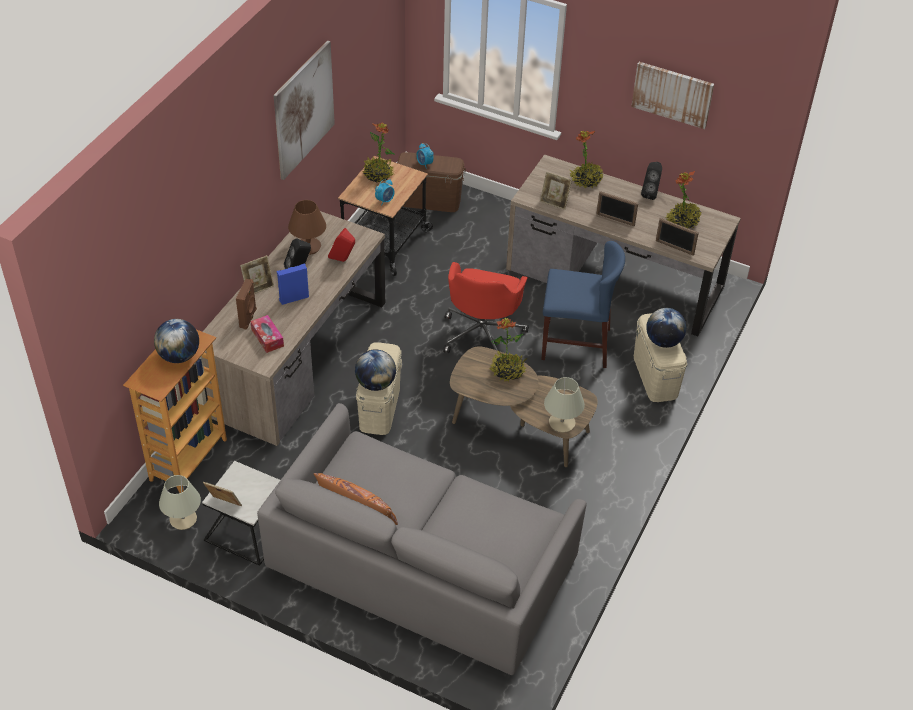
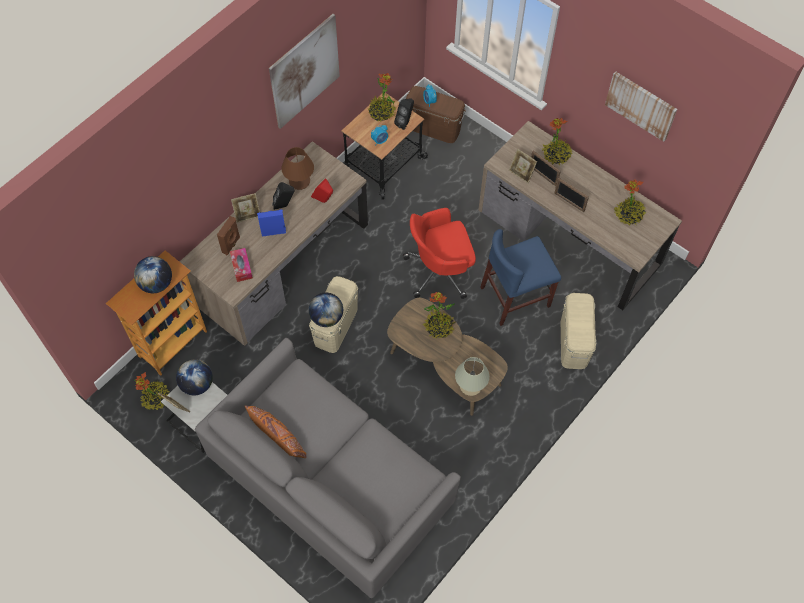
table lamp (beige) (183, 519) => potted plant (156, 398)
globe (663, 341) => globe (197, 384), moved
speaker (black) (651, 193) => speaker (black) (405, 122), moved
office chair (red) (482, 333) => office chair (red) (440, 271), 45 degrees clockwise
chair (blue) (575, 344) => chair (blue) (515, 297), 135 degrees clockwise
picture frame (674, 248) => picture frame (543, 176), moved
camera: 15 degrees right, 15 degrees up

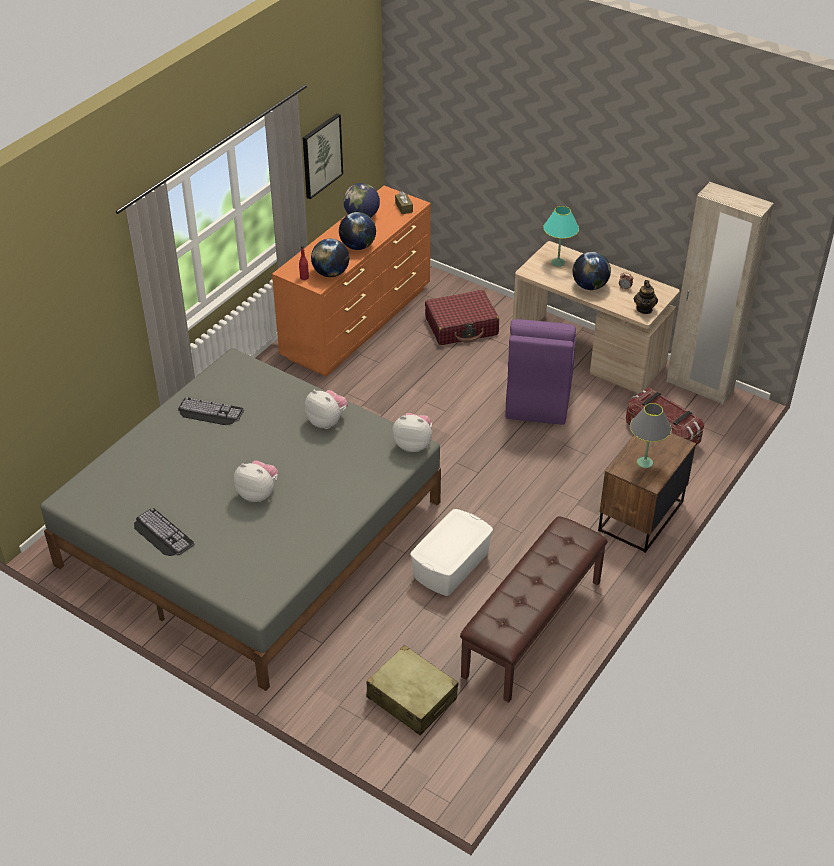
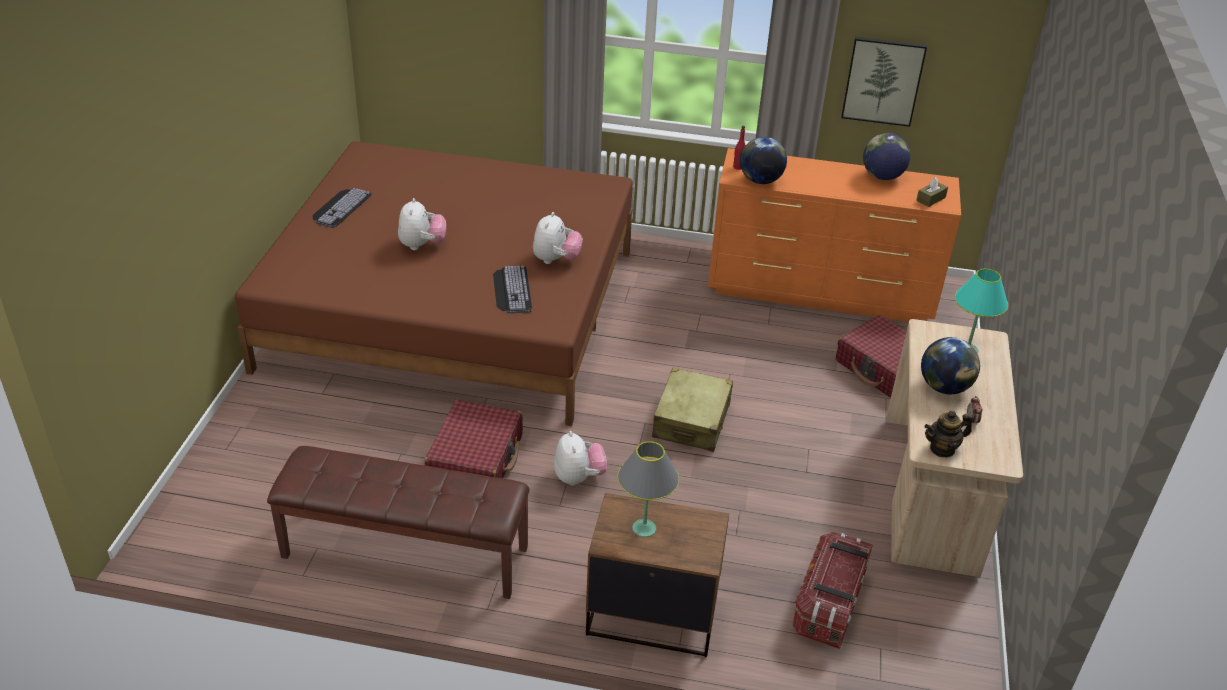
bed (grey) (251, 532) => bed (brown) (453, 307)
storage box (white) (450, 565) => suitcase (red) (476, 458)
keyboard (209, 412) => keyboard (511, 289), moved
plush toy (413, 444) => plush toy (578, 477), moved
suitcase (beige) (411, 698) => suitcase (beige) (691, 420), moved
globe (358, 246) => nothing
chair (purple) (537, 398) => nothing
wardrobe (beige) (699, 386) => nothing
camera: 65 degrees right, 5 degrees down

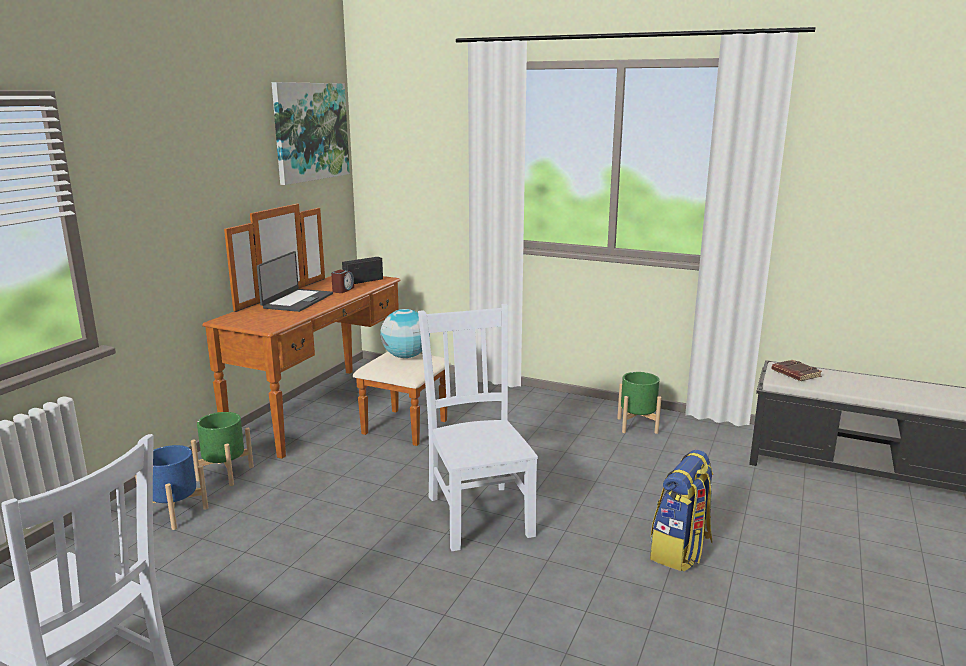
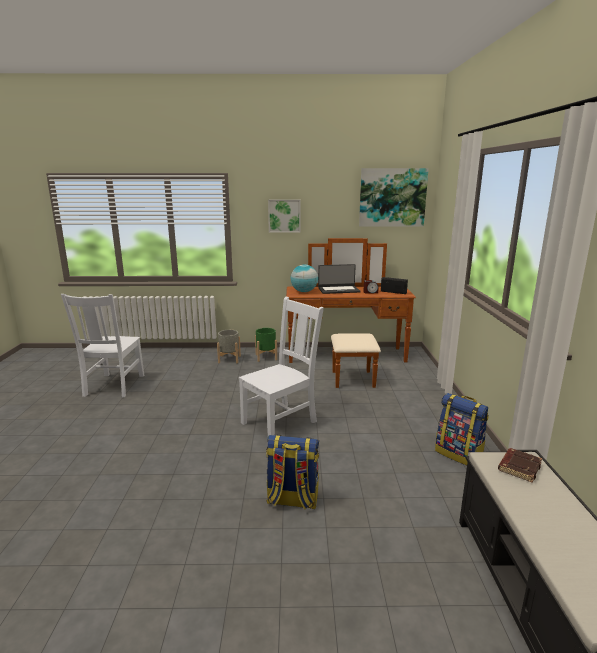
planter (blue) (175, 513) => planter (grey) (229, 359)
nothing => picture (284, 216)
globe (406, 356) => globe (304, 291), moved
planter (green) (637, 425) => backpack (459, 454)
camera: 65 degrees right, 0 degrees up

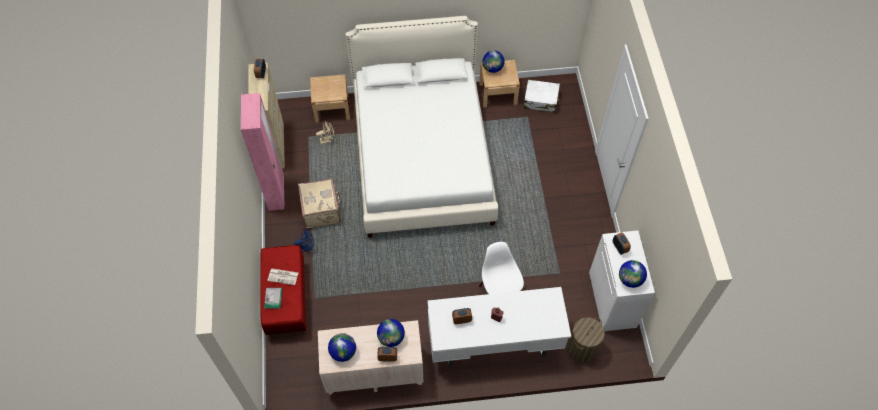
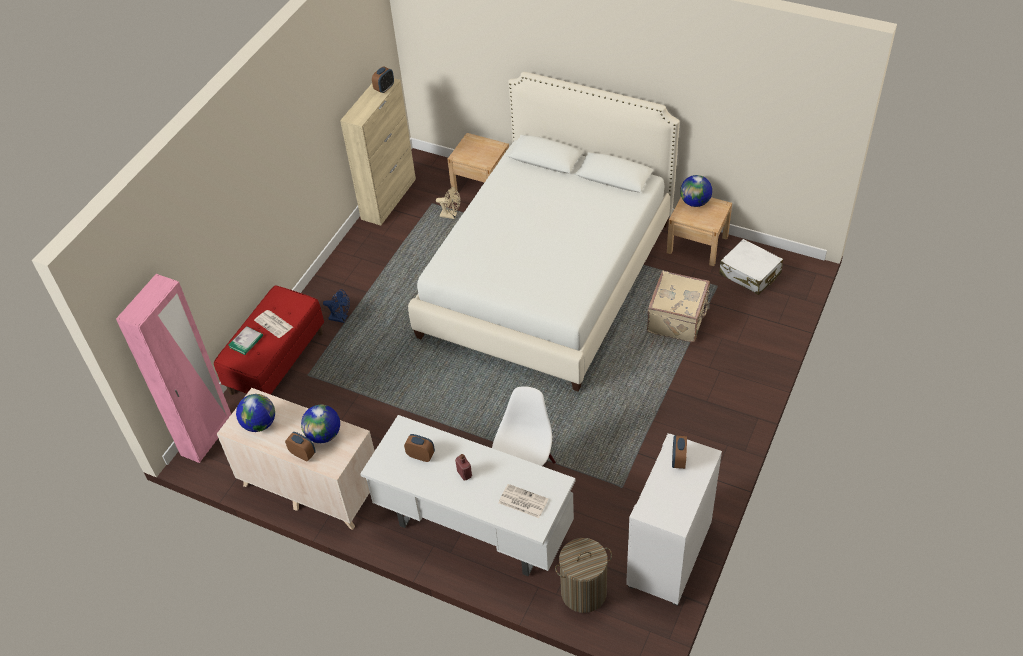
wardrobe (pink) (276, 193) => wardrobe (pink) (207, 437), moved
nothing => newspaper (522, 501)
suitcase (beige) (322, 210) => suitcase (beige) (678, 319), moved
globe (630, 280) => nothing
camera: 35 degrees right, 10 degrees down

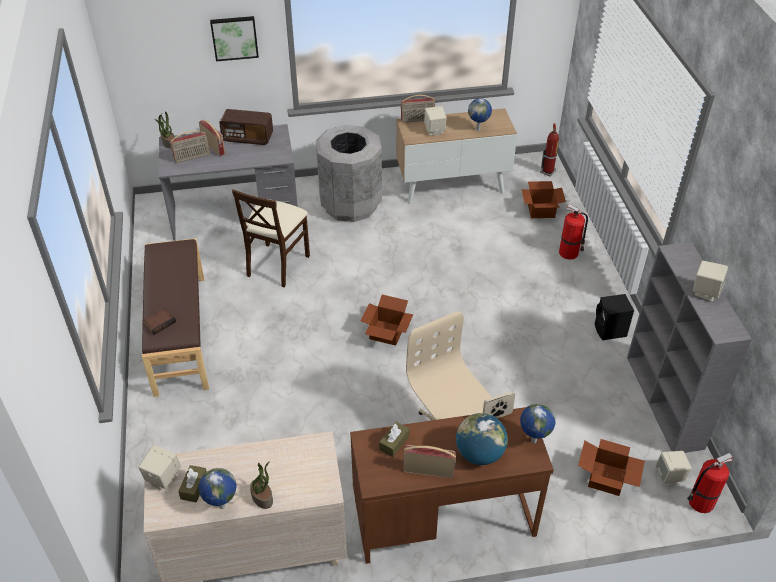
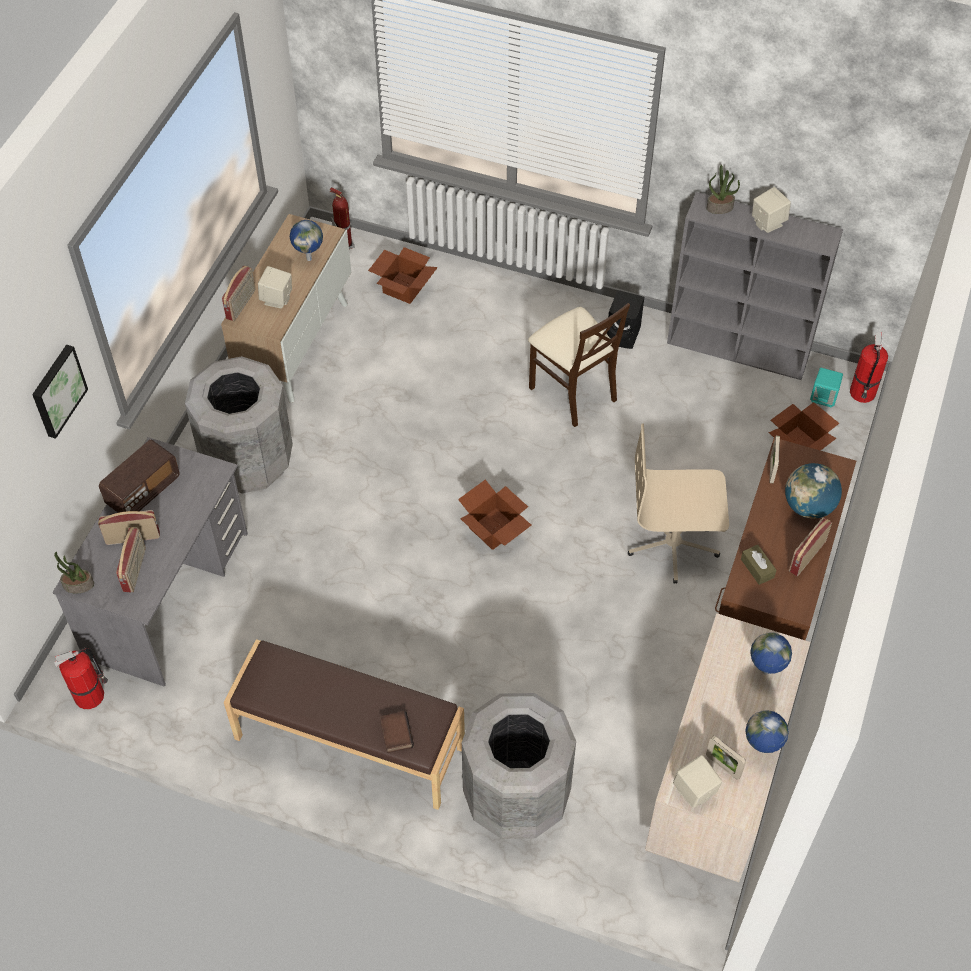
fire extinguisher (569, 253) => fire extinguisher (90, 695), moved
nothing => trash can (grey) (517, 797)
chair (beige) (277, 264) => chair (beige) (573, 392), moved
potted plant (262, 498) => potted plant (720, 207), moved
tissue box (brown) (194, 487) => picture frame (723, 766)
globe (533, 441) => globe (765, 672), moved
speaker (beige) (669, 476) => speaker (turquoise) (823, 397)
camera: 60 degrees left, 10 degrees up

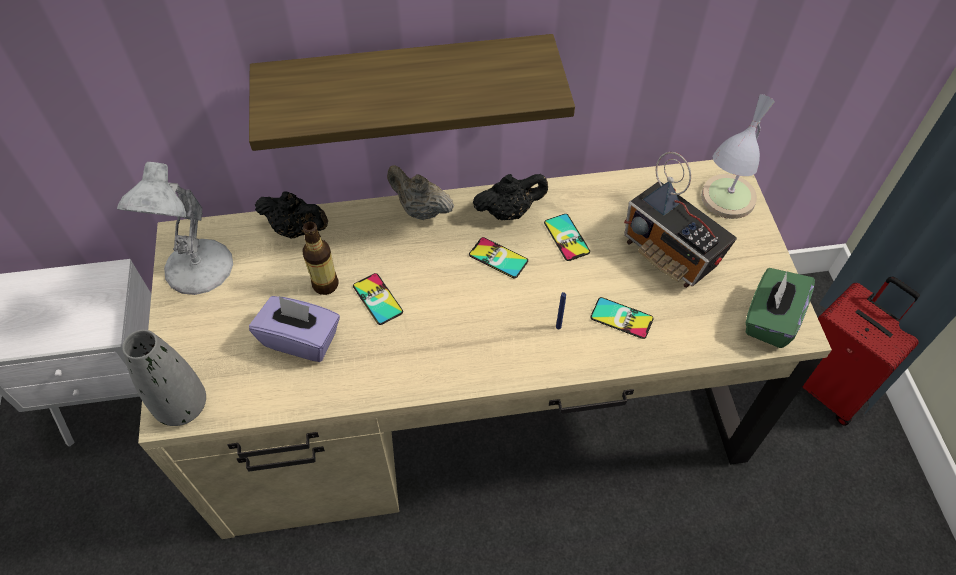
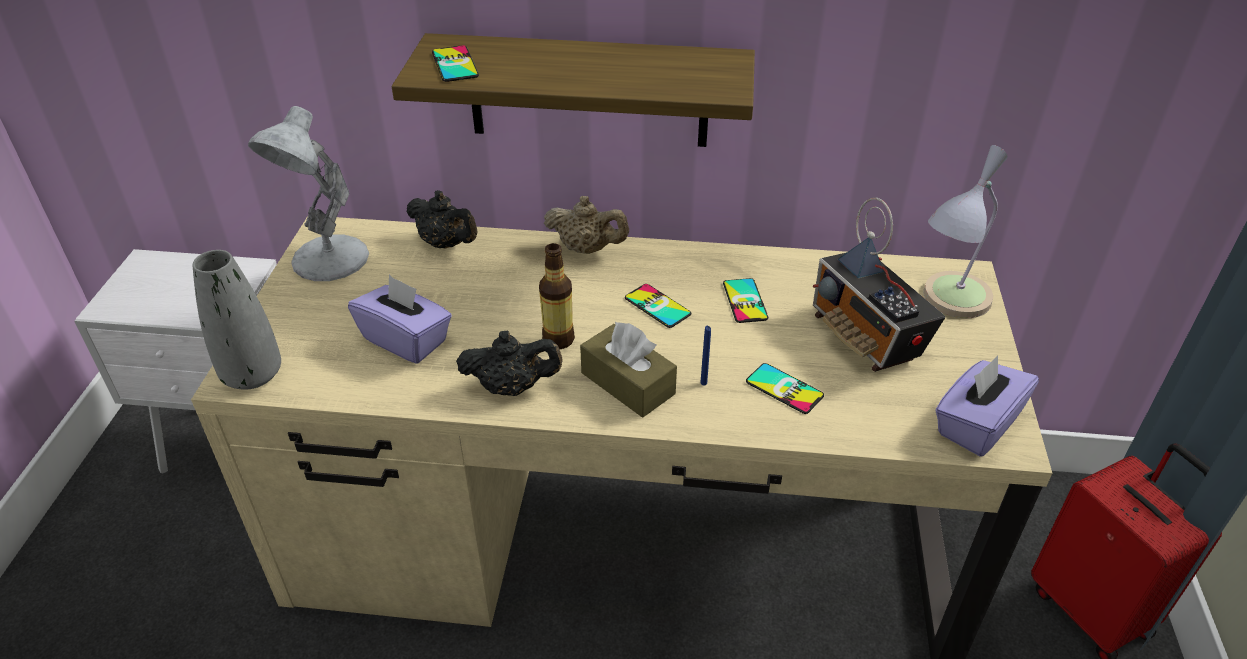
phone (377, 299) => phone (455, 64), moved
teapot (black) (509, 211) => teapot (black) (512, 387), moved
bottle (325, 284) => bottle (558, 339), moved
teapot (beige) (420, 210) => teapot (beige) (587, 249), 150 degrees clockwise
nothing => tissue box (brown) (627, 383)
tissue box (green) (770, 319) => tissue box (purple) (976, 425)
camera: 15 degrees right, 15 degrees down

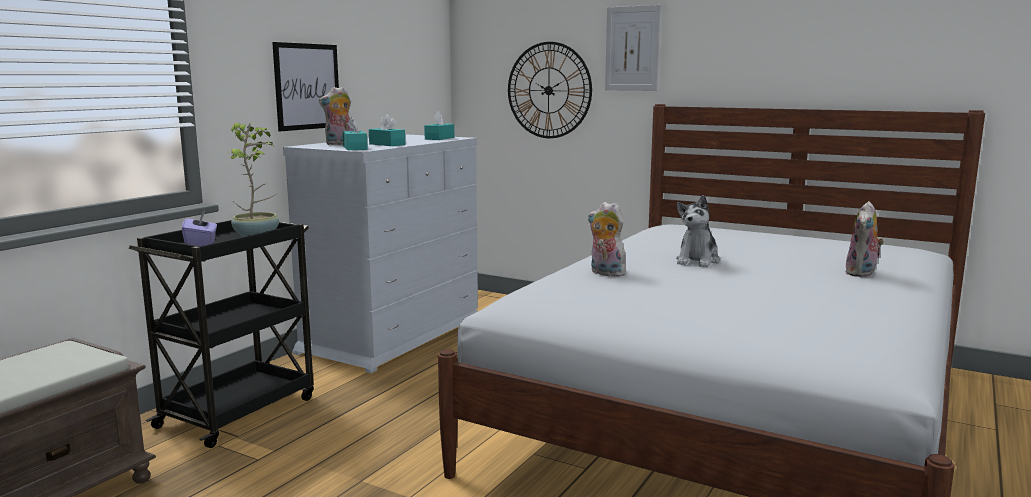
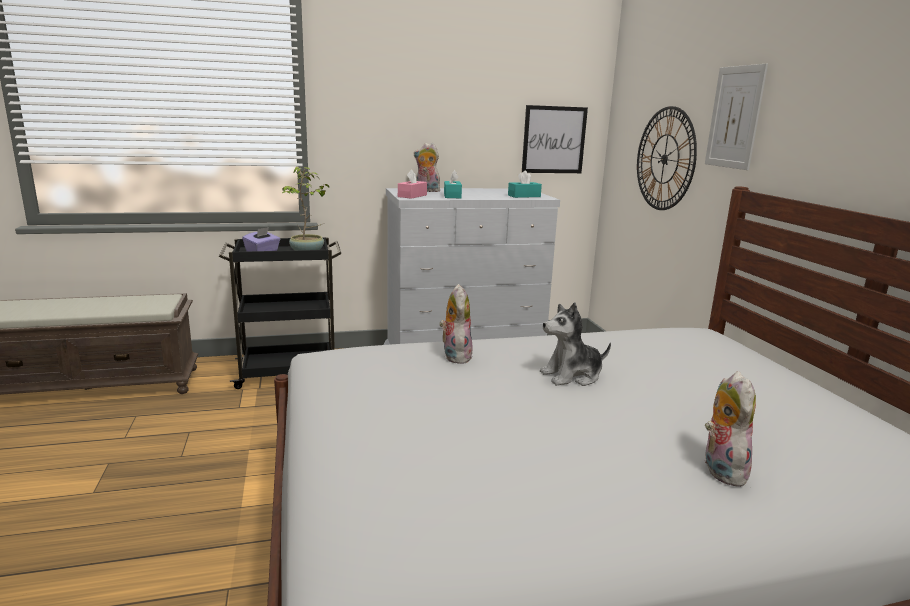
tissue box (turquoise) (355, 148) => tissue box (pink) (412, 196)
picture (307, 86) => picture (554, 140), moved
plush toy (862, 273) => plush toy (720, 469), 105 degrees clockwise
camera: 45 degrees right, 5 degrees up

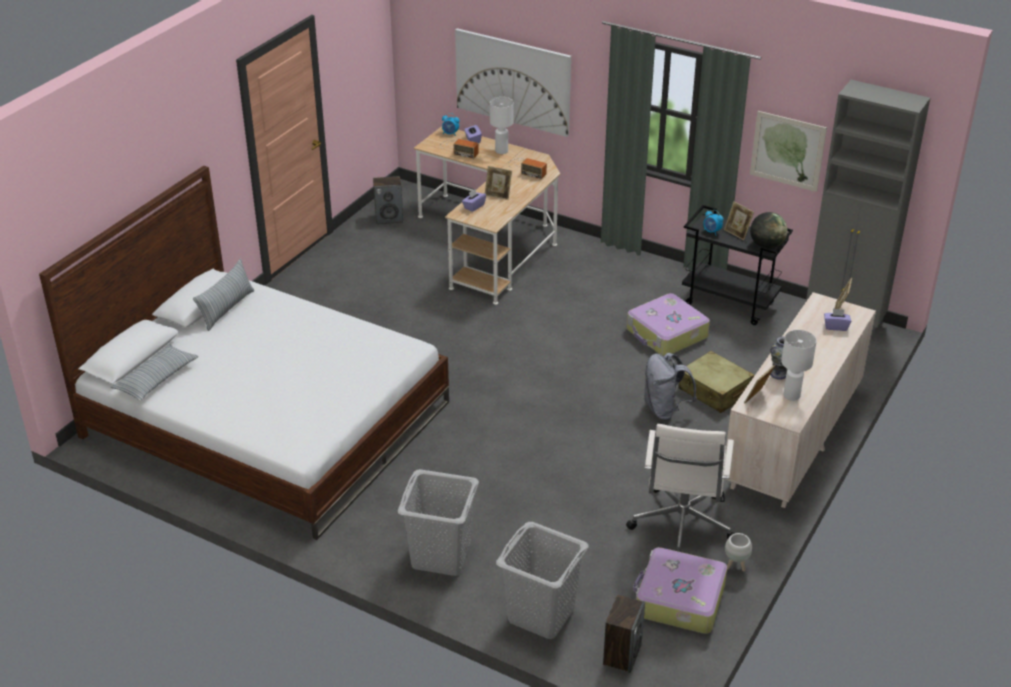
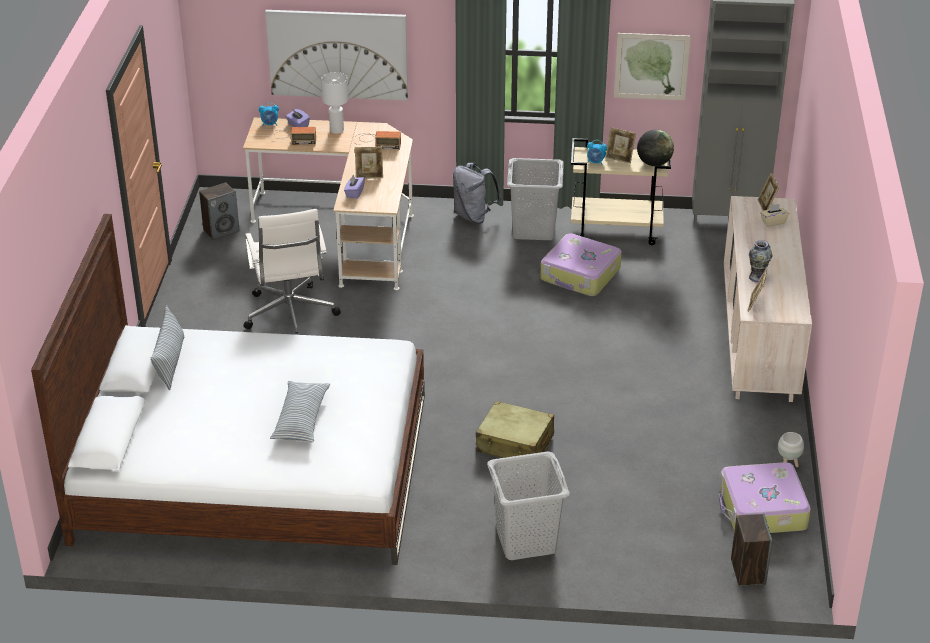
office chair (white) (681, 526) => office chair (white) (290, 315), moved
pillow (156, 379) => pillow (301, 419), moved
backpack (grey) (665, 410) => backpack (grey) (474, 216), moved
suitcase (beige) (715, 391) => suitcase (beige) (515, 443), moved
laundry basket (grey) (541, 614) => laundry basket (grey) (533, 229), moved
cart (black) (730, 303) => cart (beige) (617, 230)
tissue box (purple) (835, 326) => tissue box (beige) (773, 222)
table lamp (white) (791, 395) => nothing
camera: 25 degrees left, 0 degrees up

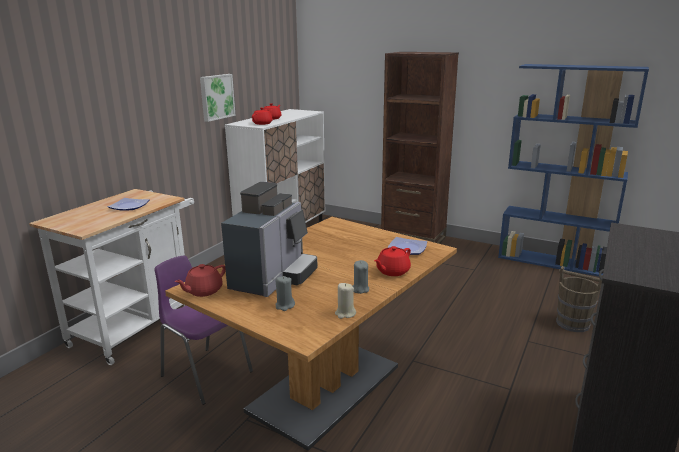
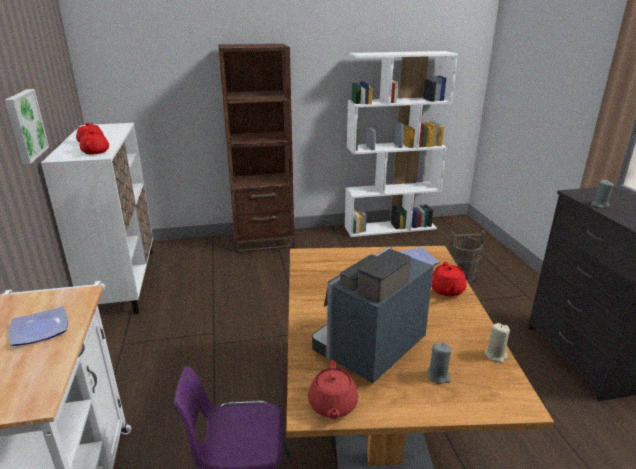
coffee machine (273, 278) => coffee machine (369, 348), 120 degrees counterclockwise
bookcase (blue) (553, 262) => bookcase (white) (390, 227)
candle (grey) (360, 289) => candle (grey) (600, 205), moved
camera: 40 degrees left, 5 degrees up

